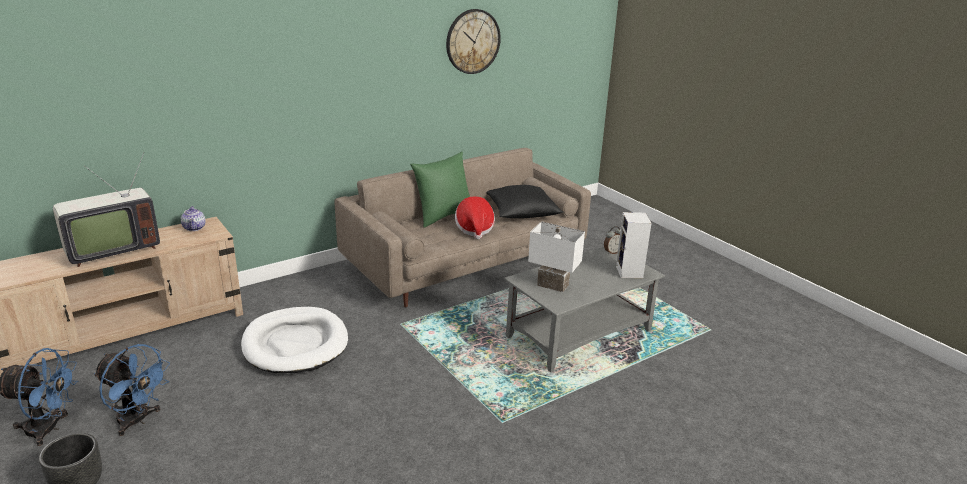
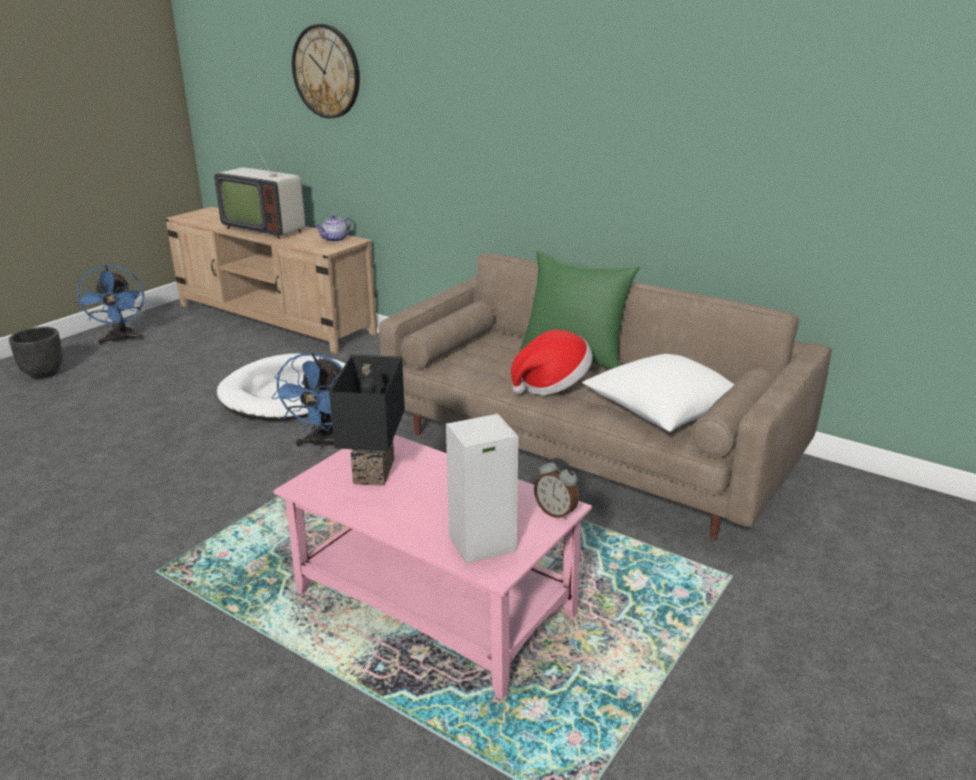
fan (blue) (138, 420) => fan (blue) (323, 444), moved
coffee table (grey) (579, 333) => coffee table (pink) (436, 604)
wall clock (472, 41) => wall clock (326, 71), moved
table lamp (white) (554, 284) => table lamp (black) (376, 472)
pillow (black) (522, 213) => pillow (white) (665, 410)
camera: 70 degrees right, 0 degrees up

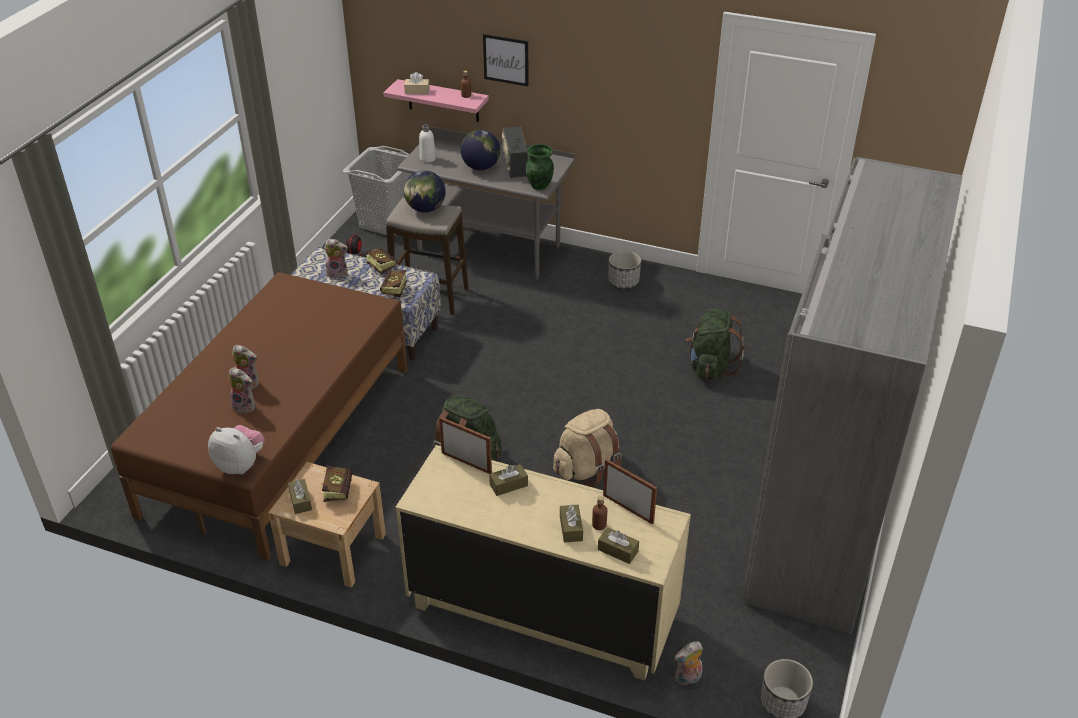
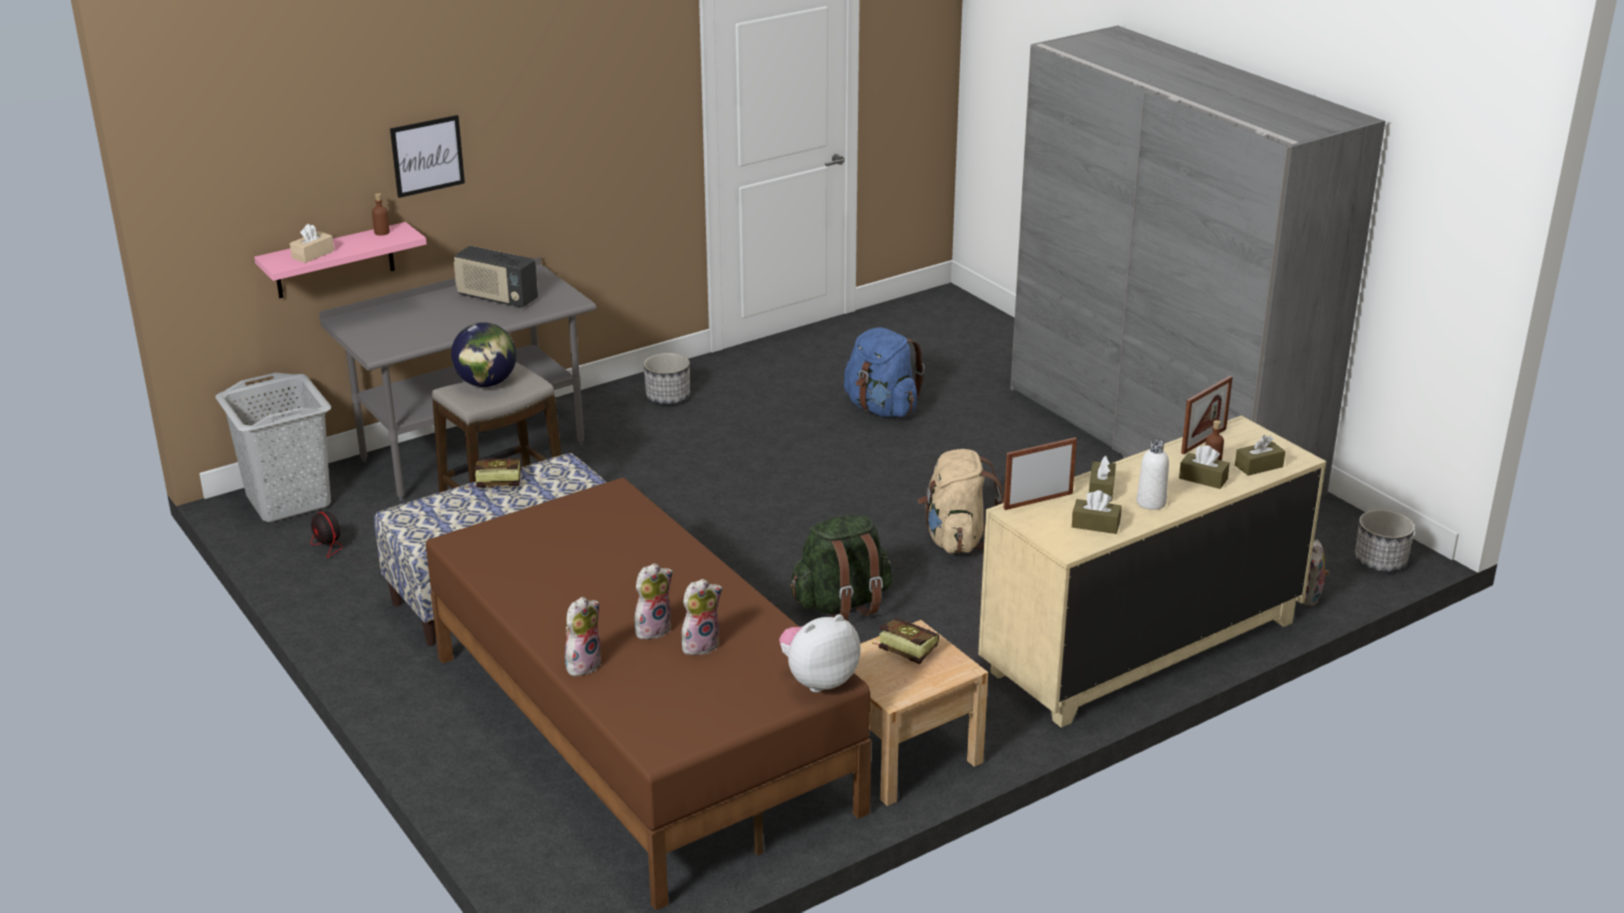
plush toy (338, 273) => plush toy (583, 664), moved
backpack (green) (710, 367) => backpack (blue) (882, 409)
tissue box (brown) (300, 501) => tissue box (brown) (1095, 524), moved
bottle (white) (427, 159) => bottle (white) (1151, 502), moved
picture frame (628, 509) => picture frame (1203, 441), 150 degrees clockwise
book (393, 292) => nothing
globe (481, 167) => nothing
vase (green) (539, 186) => nothing
camera: 55 degrees left, 10 degrees down

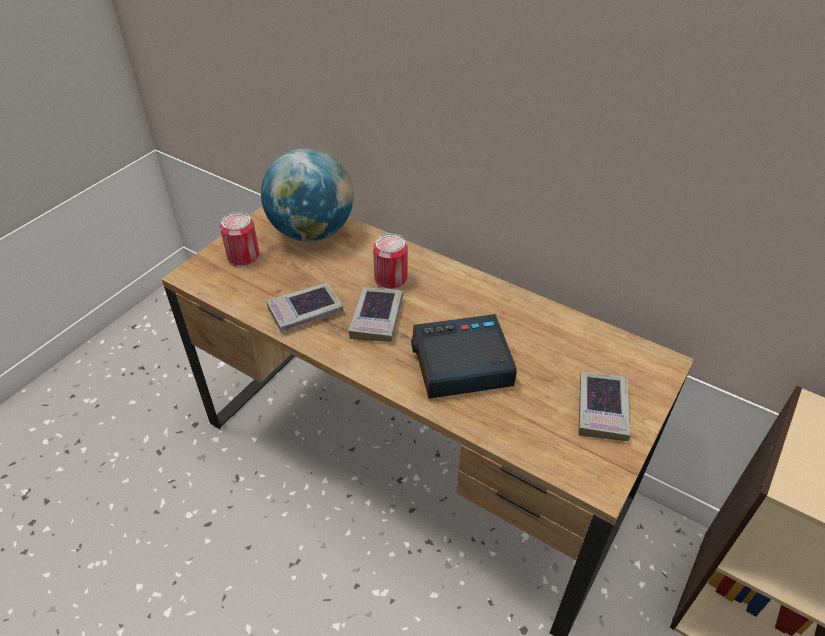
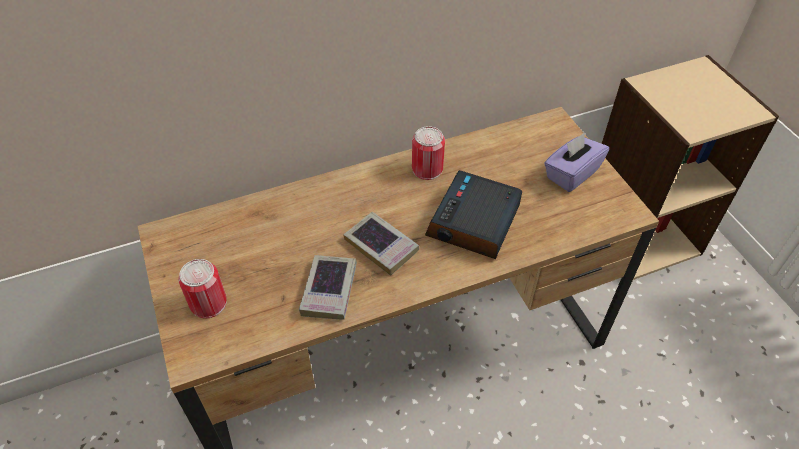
can (391, 279) => can (427, 169), moved
book (602, 409) => tissue box (purple) (571, 174)
globe (312, 232) => nothing
camera: 55 degrees left, 5 degrees up

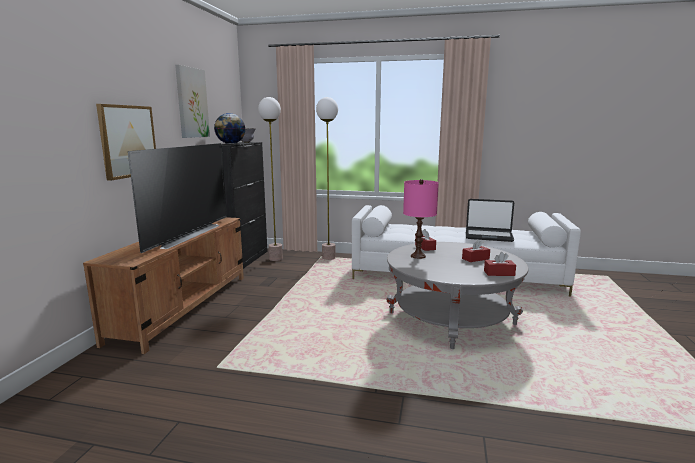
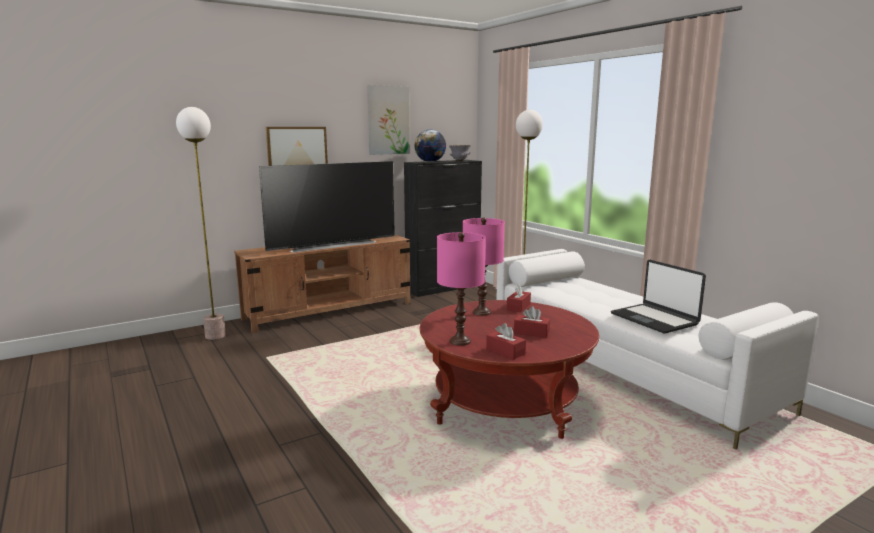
floor lamp (276, 259) => floor lamp (215, 336), moved
coffee table (grey) (451, 319) => coffee table (red) (505, 402)
nothing => table lamp (pink) (459, 341)
camera: 45 degrees right, 0 degrees up

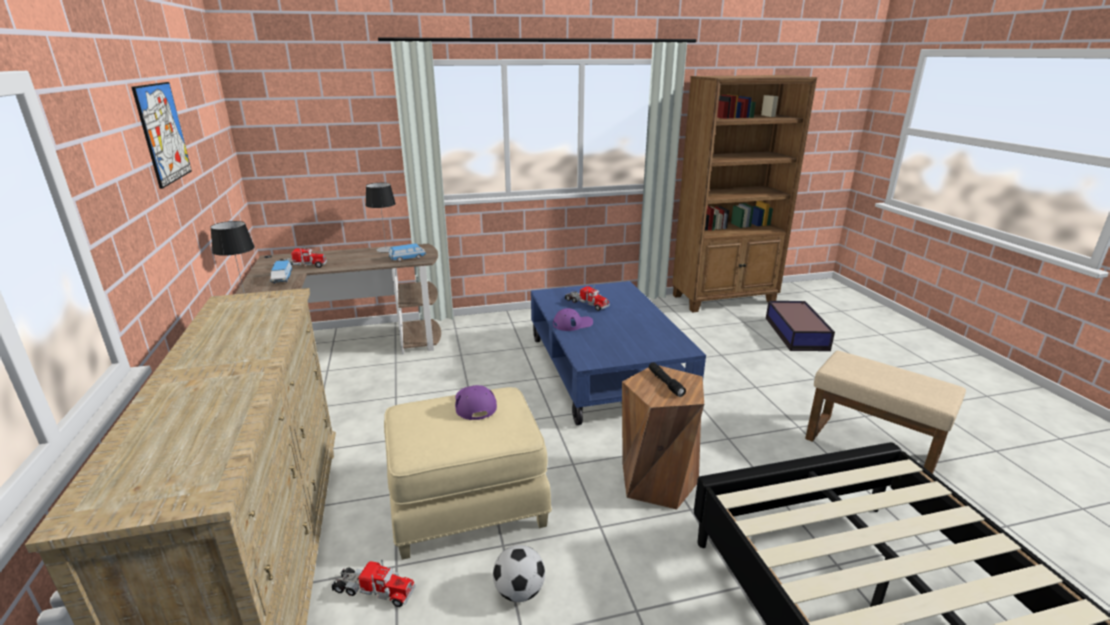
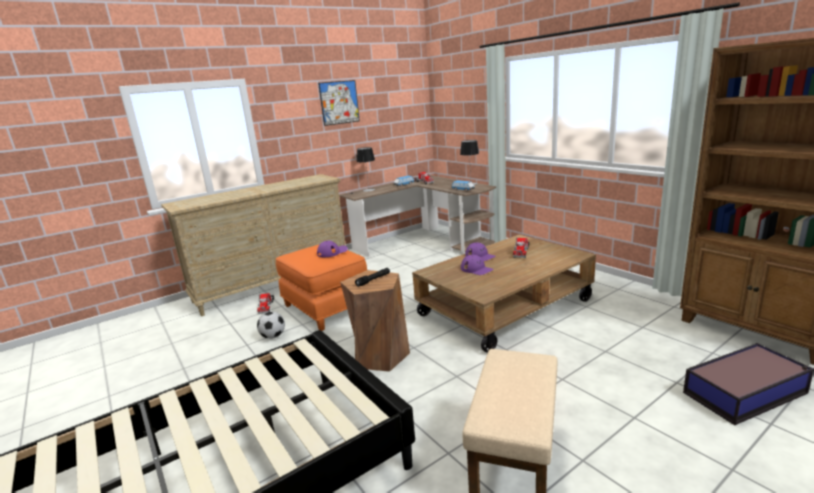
ottoman (beige) (467, 506) => ottoman (orange) (326, 308)
coffee table (blue) (605, 370) => coffee table (brown) (504, 307)
nothing => cap (purple) (476, 269)
camera: 70 degrees right, 5 degrees down

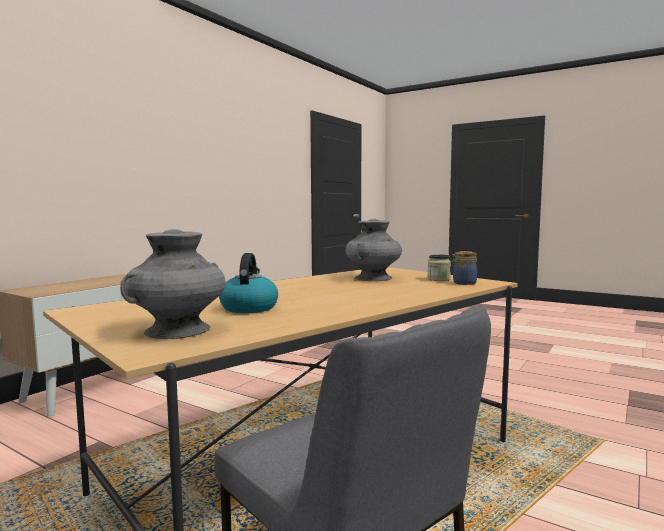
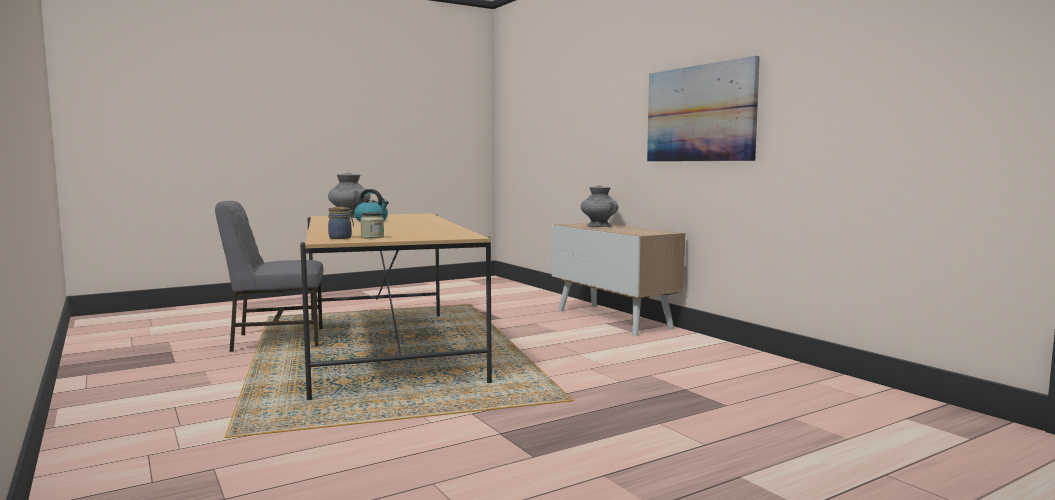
vase (grey) (373, 278) => vase (grey) (599, 226), moved
nothing => picture (700, 113)
camera: 115 degrees right, 0 degrees up

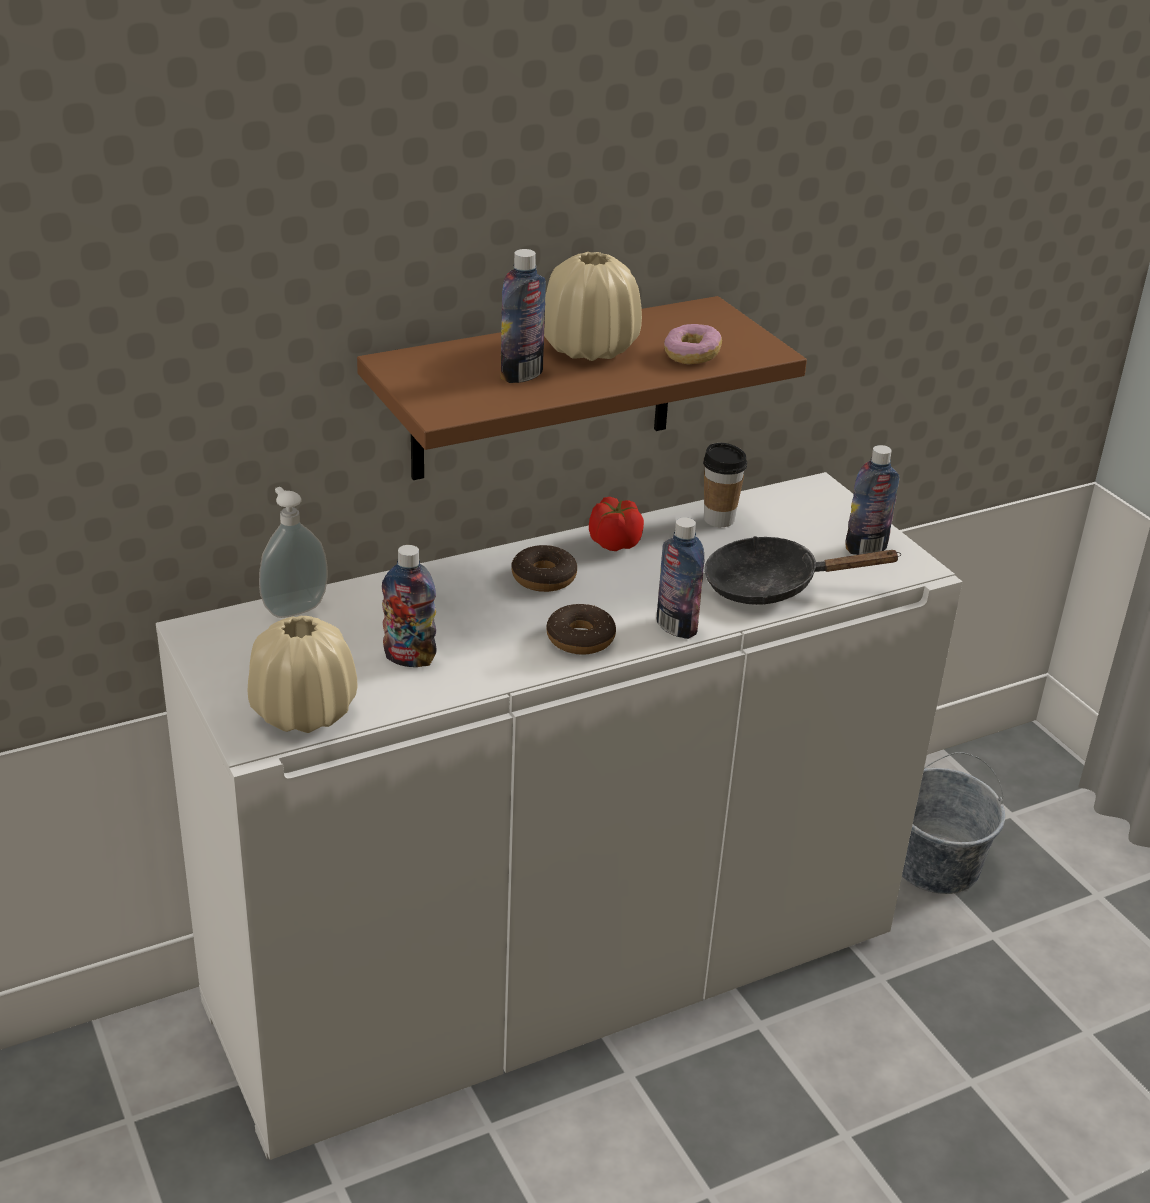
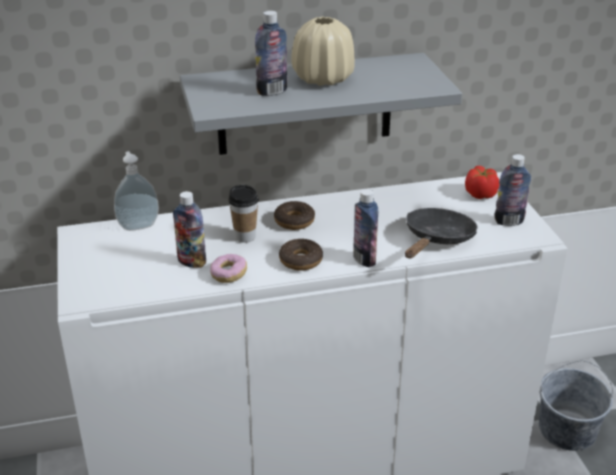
shelf (brown) (544, 389) => shelf (grey) (305, 104)
donut (691, 356) => donut (229, 275), moved
cup (719, 519) => cup (245, 237), moved
frying pan (black) (772, 586) => frying pan (black) (437, 239), 105 degrees clockwise
tomato (614, 543) => tomato (480, 194), moved
vase (beige) (304, 712) => nothing
camera: 15 degrees right, 0 degrees up

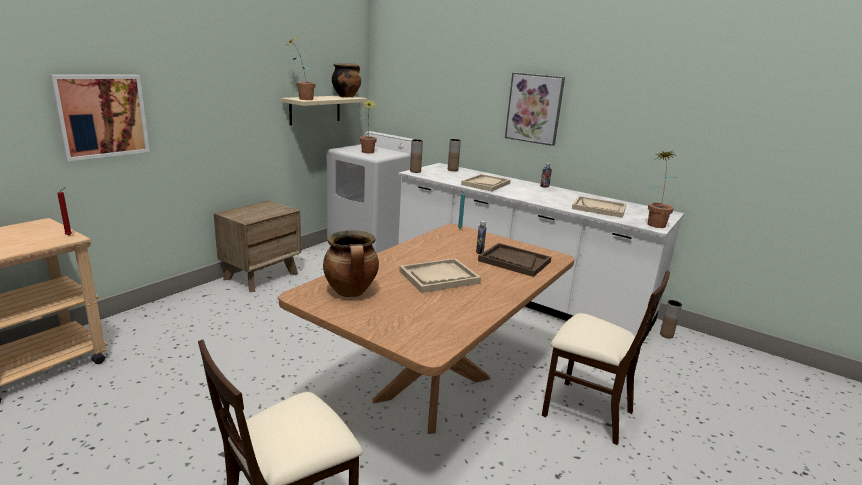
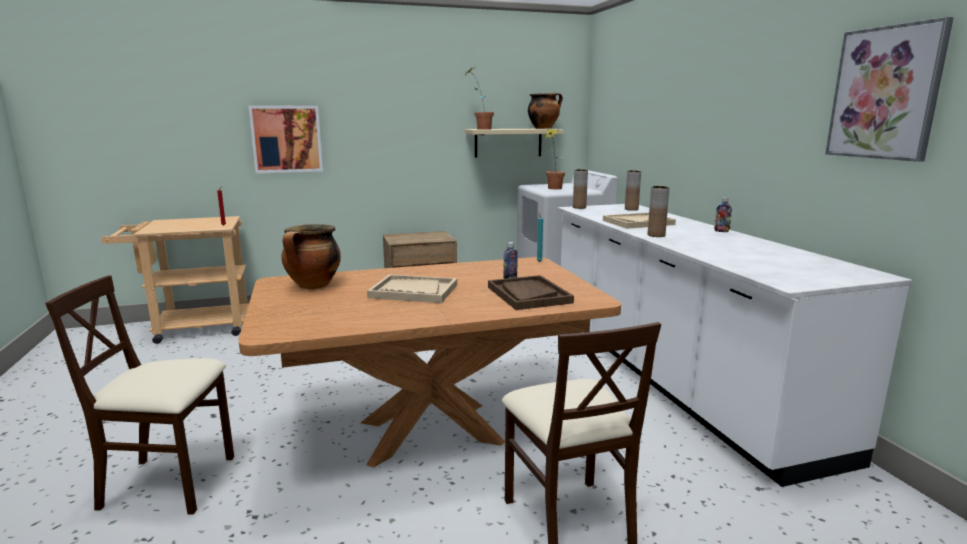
vase (brown) (666, 335) => vase (brown) (656, 235), moved
picture (534, 108) => picture (885, 93), moved
tray (beige) (599, 208) => nothing
potted plant (654, 223) => nothing
camera: 40 degrees right, 5 degrees down

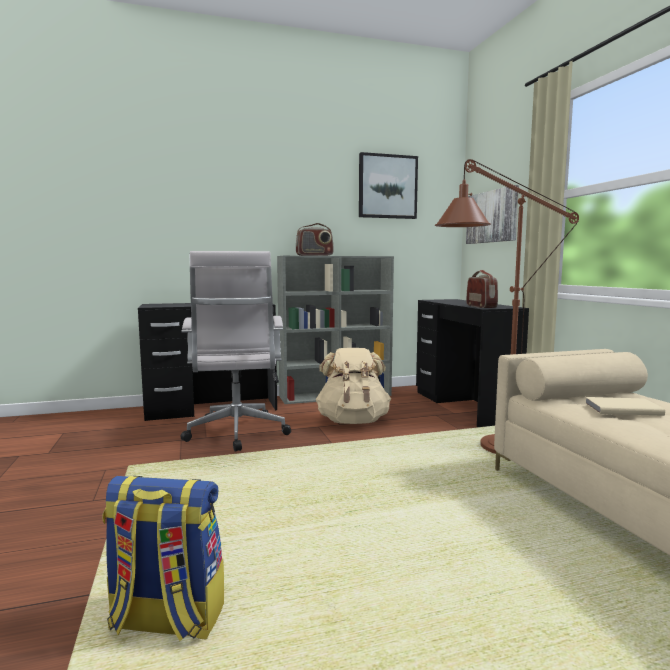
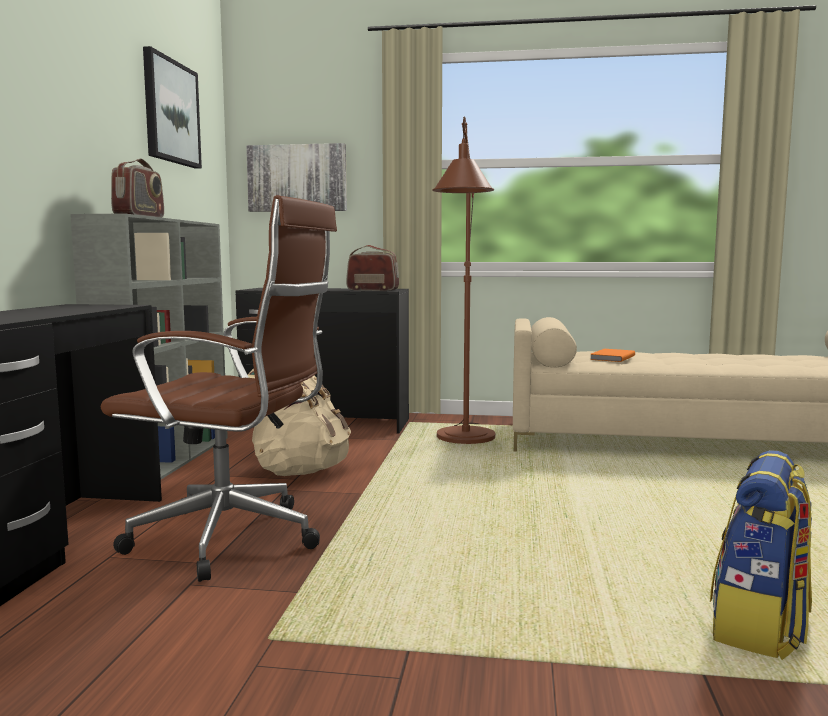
office chair (white) (237, 434) => office chair (brown) (234, 539)
book (beige) (621, 409) => book (orange) (611, 357)
camera: 65 degrees left, 0 degrees up

